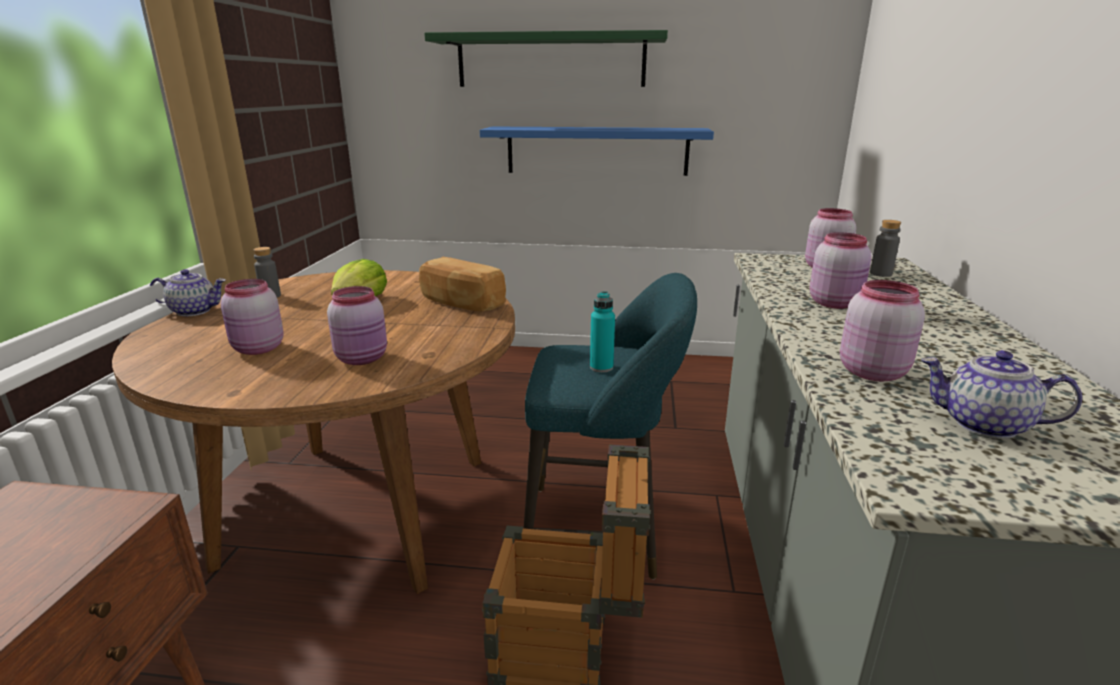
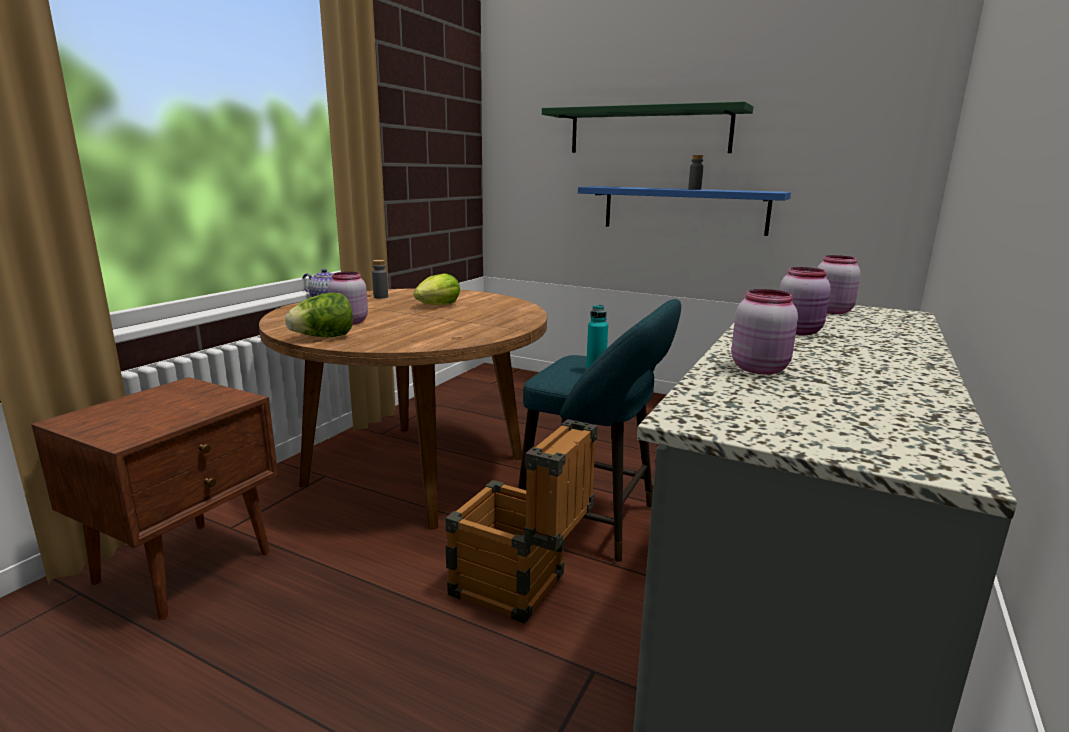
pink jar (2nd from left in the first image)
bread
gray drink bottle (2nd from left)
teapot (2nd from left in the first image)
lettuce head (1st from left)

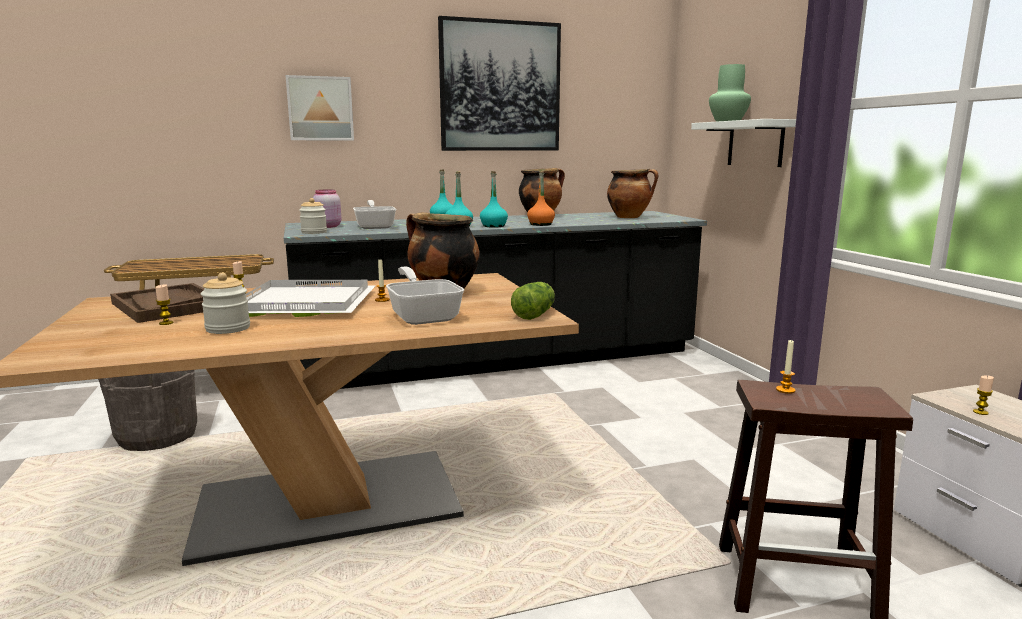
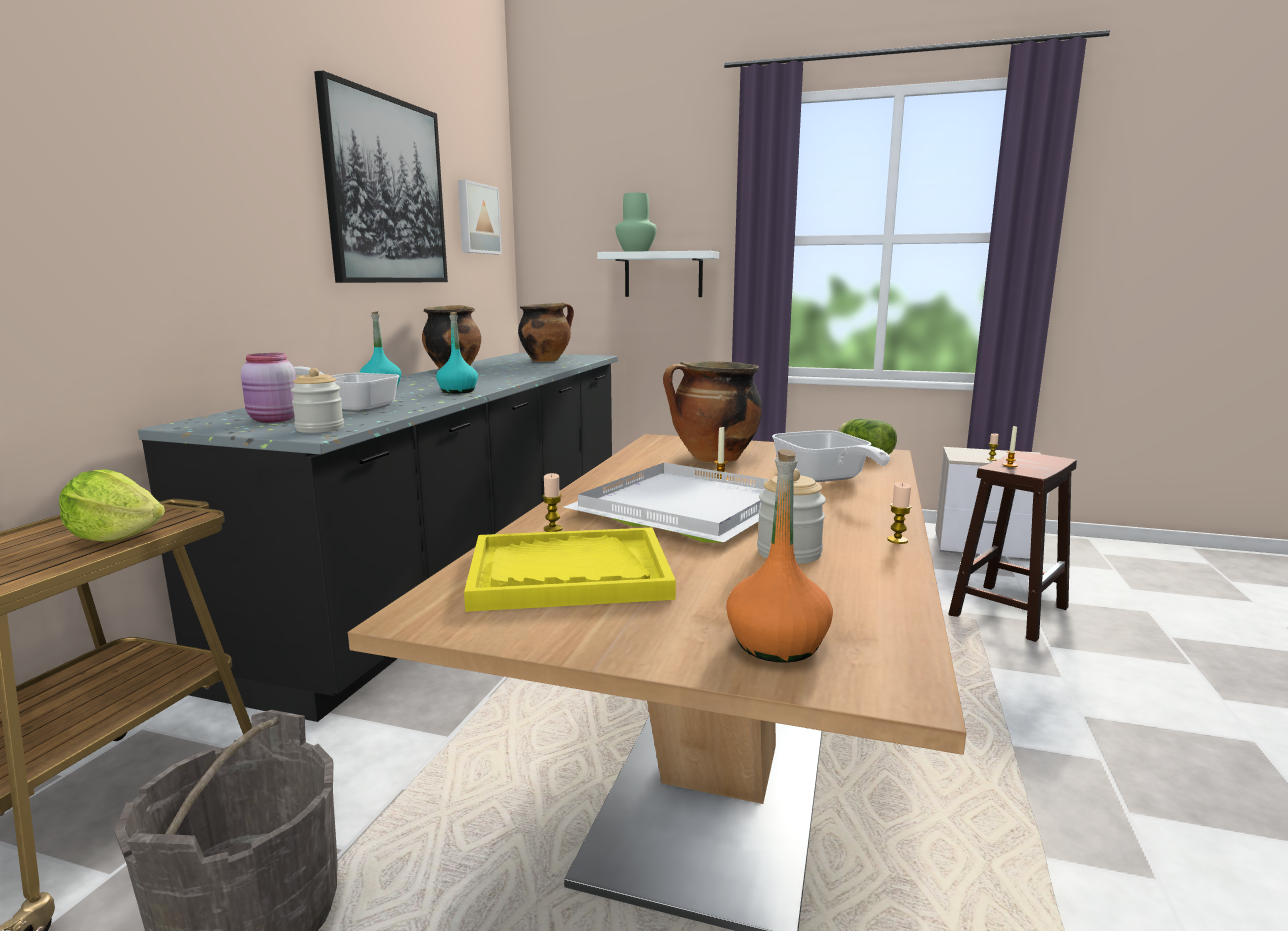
yellow tray
wax candle (3rd from left)
wall art (2nd from left)
frying pan (2nd from left)
turquoise drink bottle (3rd from left in the first image)
orange-coloured drink bottle
lettuce head (1st from left)

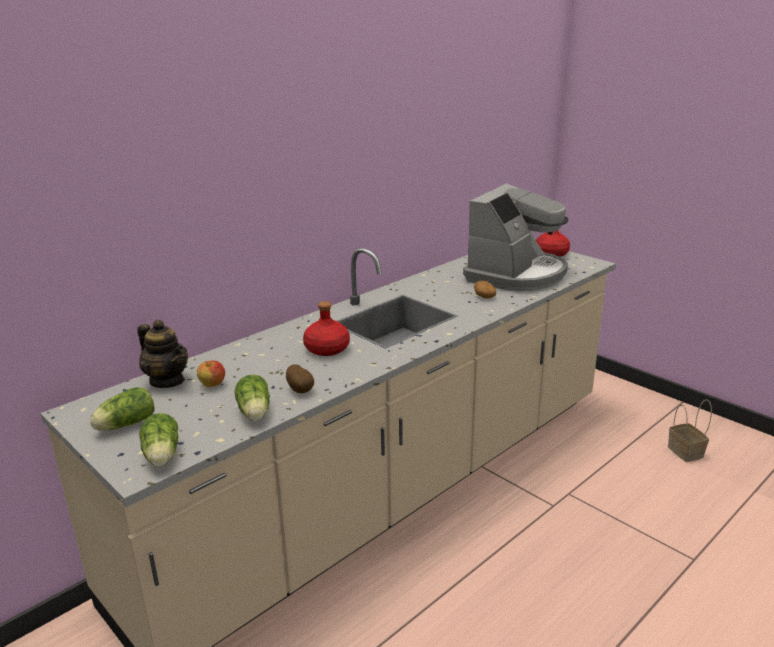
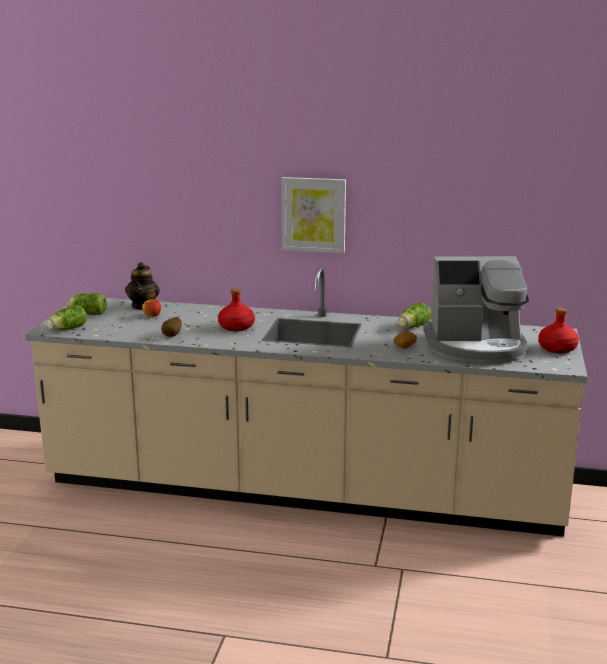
lettuce head (3rd from left)
storage basket
wall art

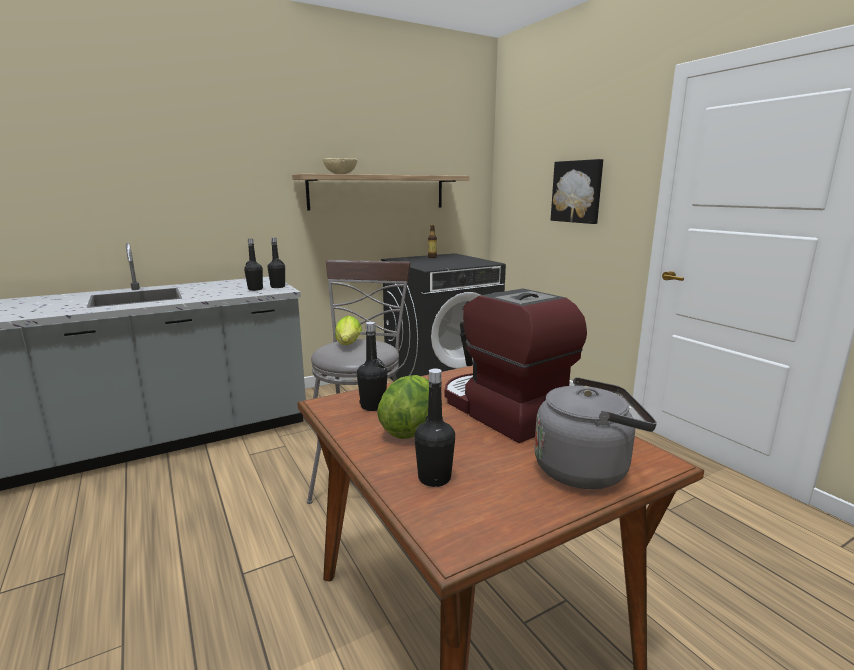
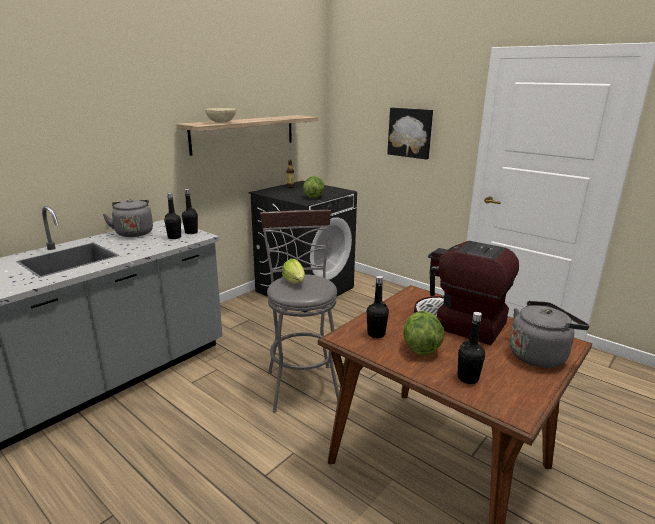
gray tea kettle (1st from left)
lettuce head (2nd from left)

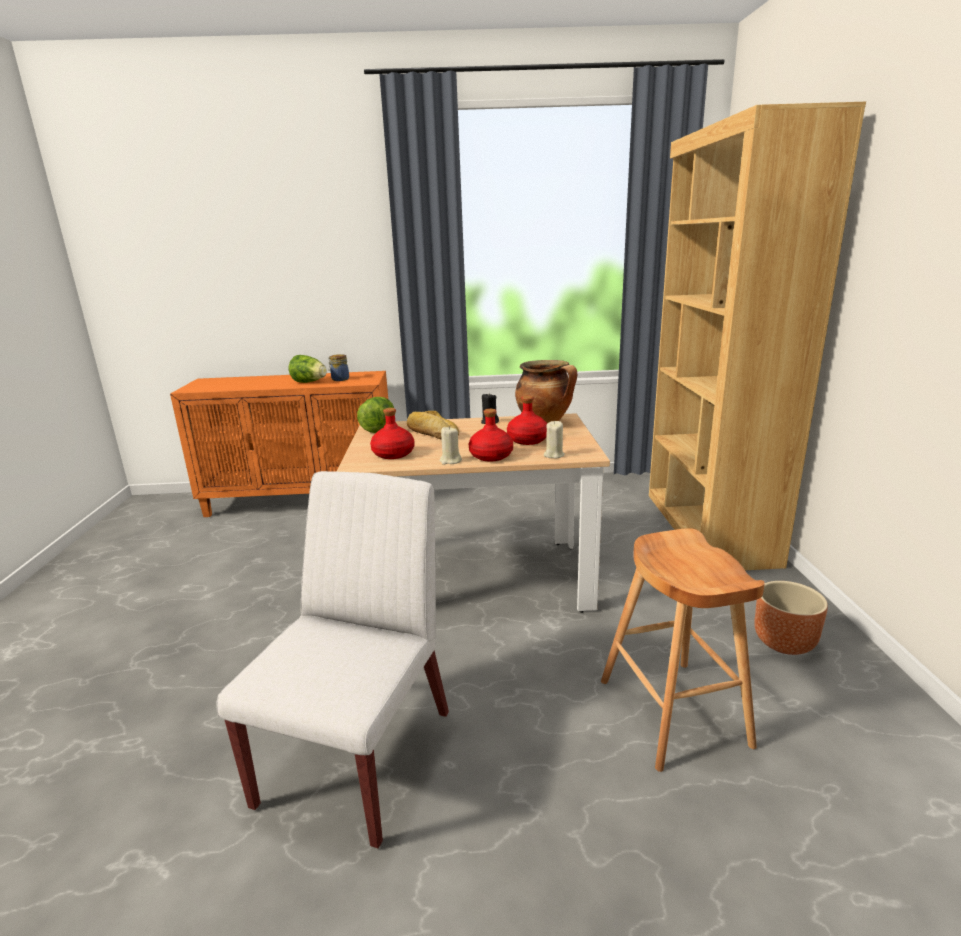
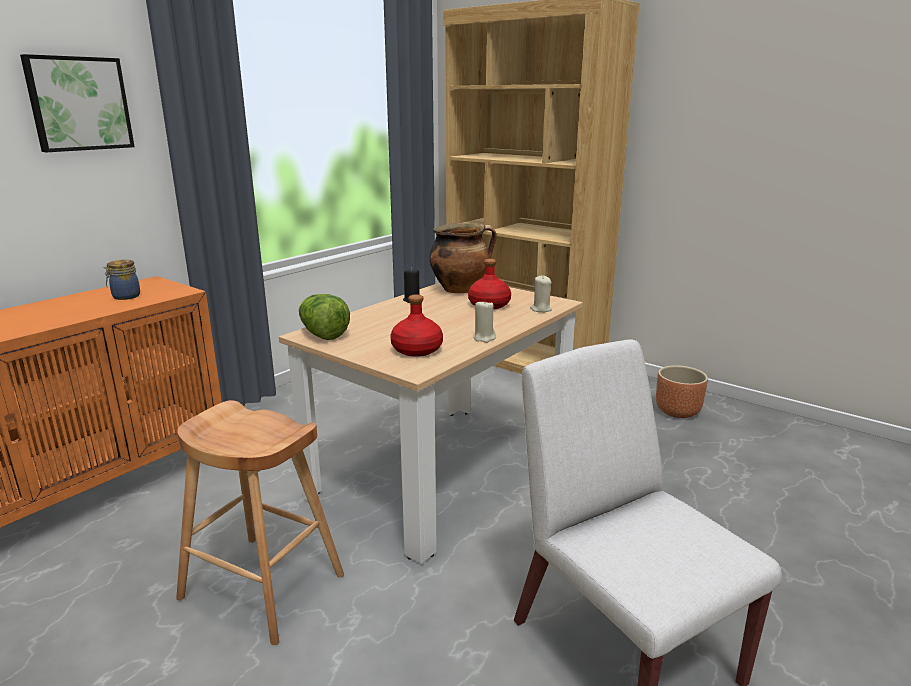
lettuce head (1st from left in the first image)
bread
reddish drink bottle (2nd from left in the first image)
brown-coloured sitting stool
wall art

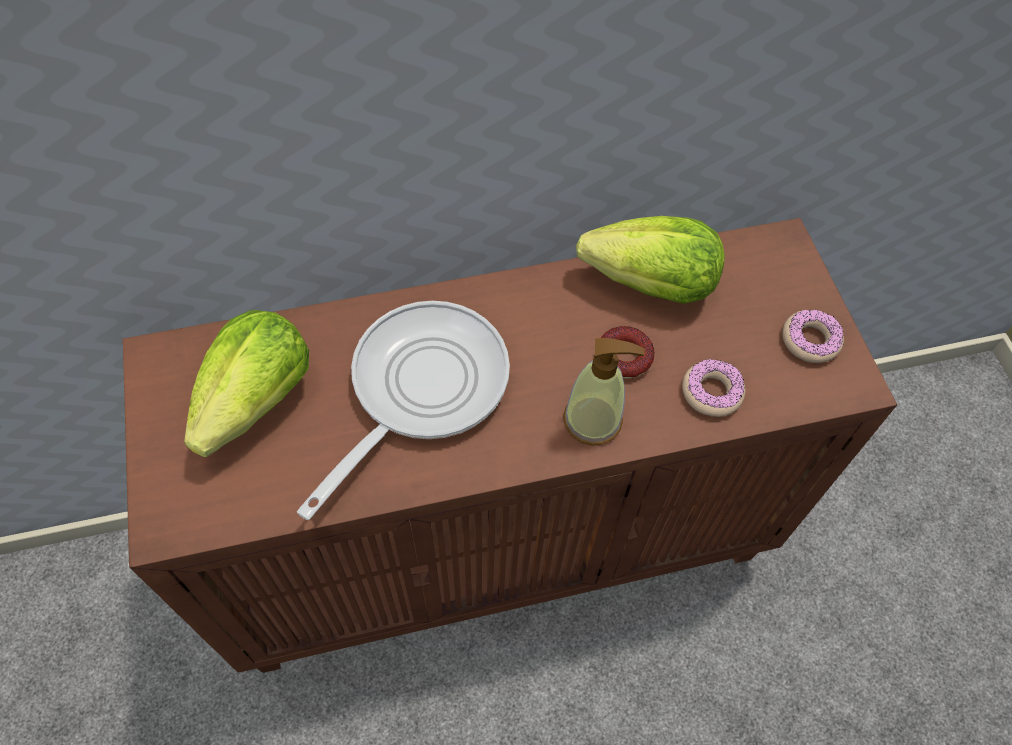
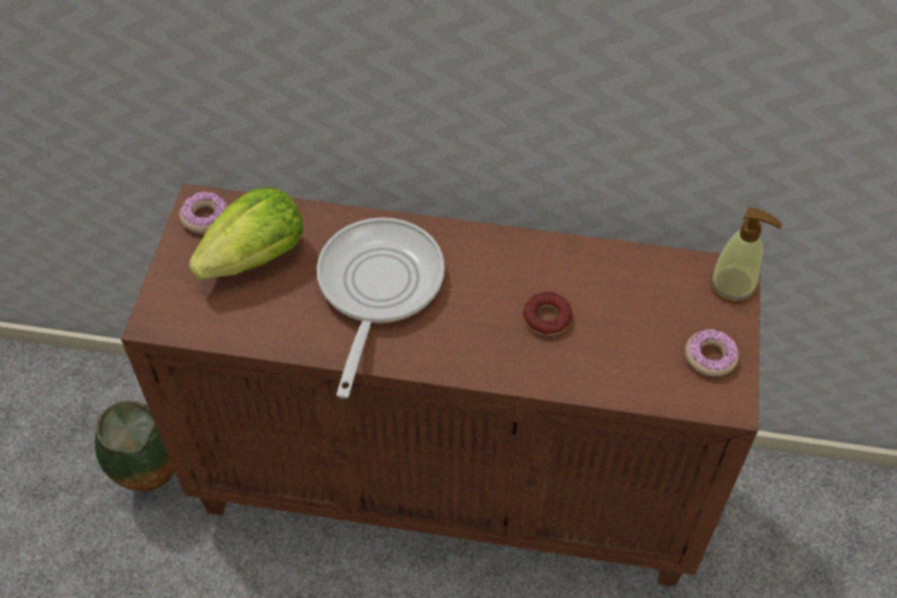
frying pan
soap dispenser
lettuce head (2nd from left in the first image)
doughnut (1st from left)
flower vase

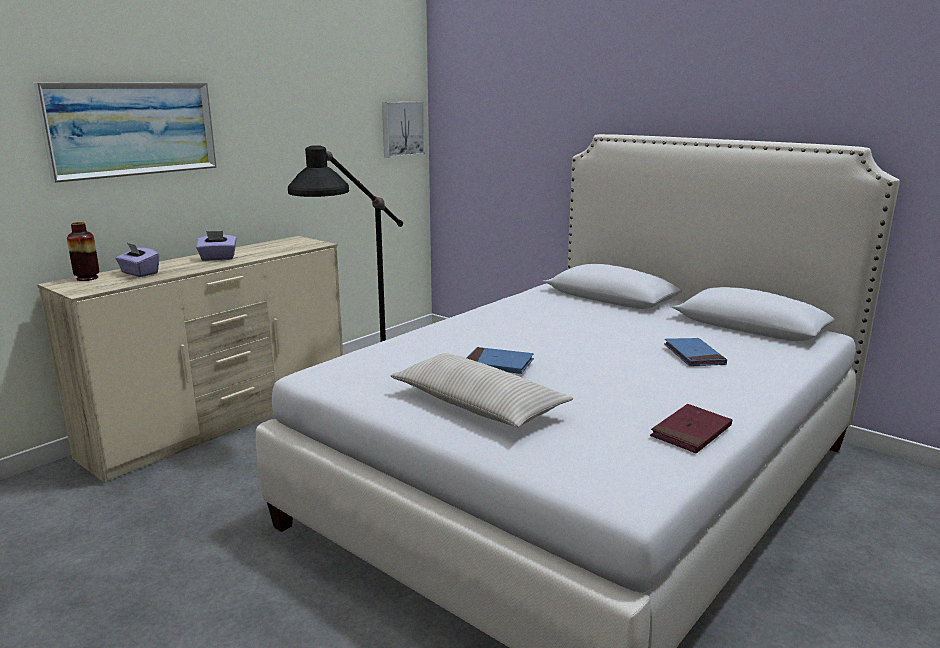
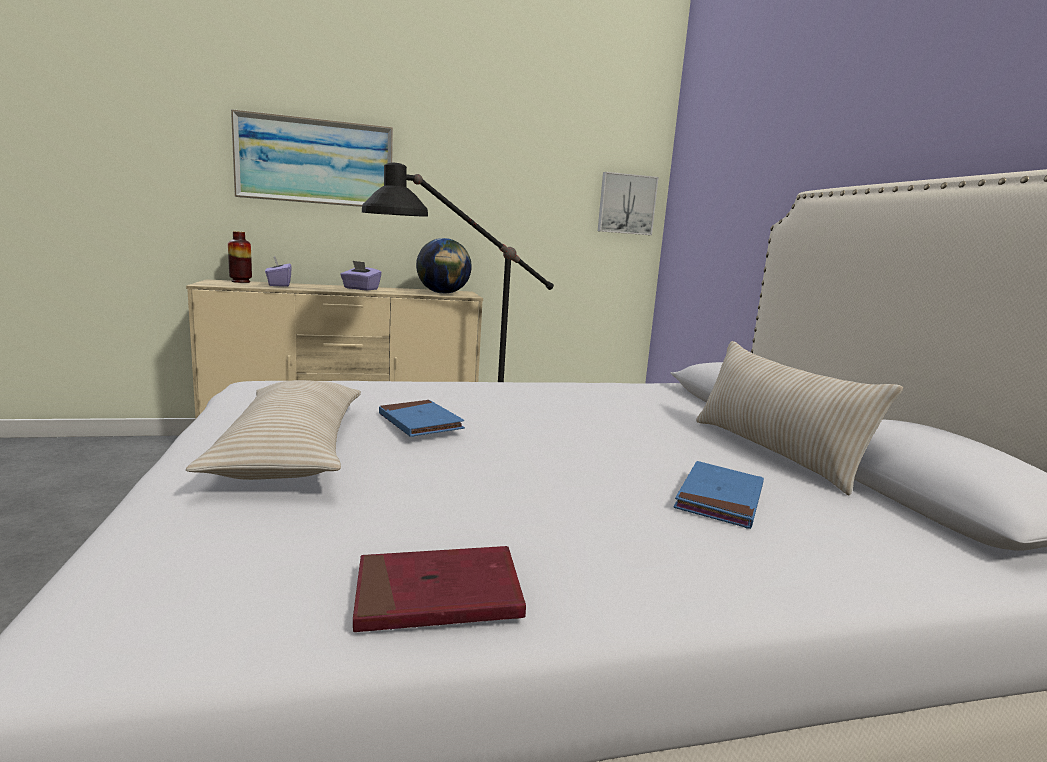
world globe
beige-coloured cushion (2nd from left)

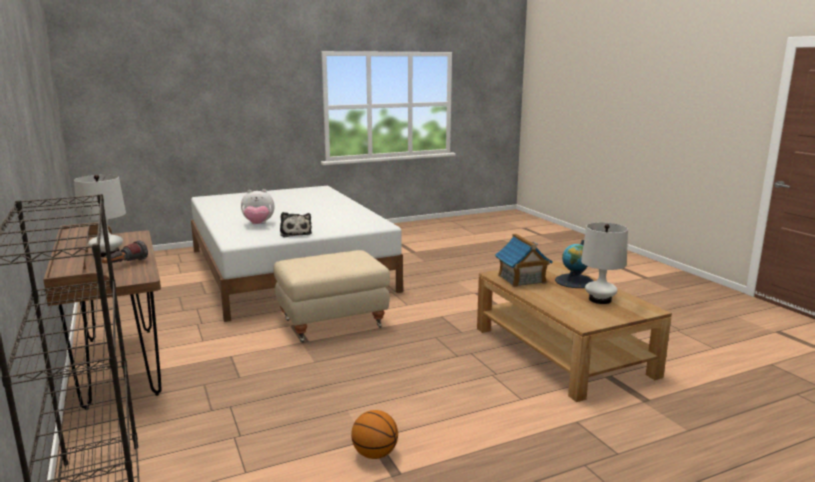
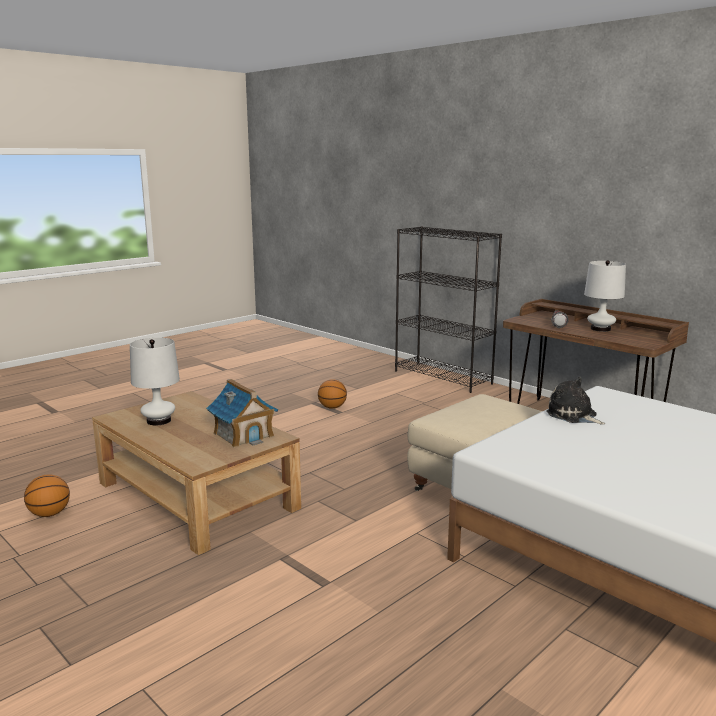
plush toy (1st from left in the first image)
world globe
ball for basketball (1st from left)

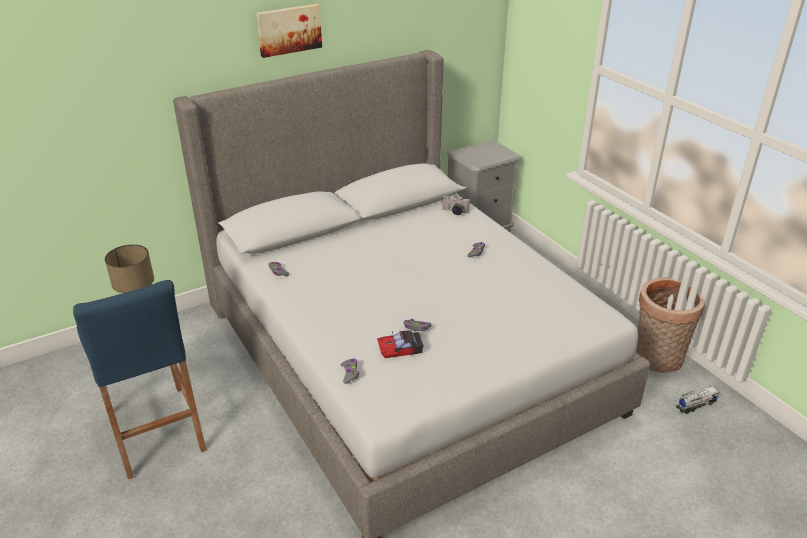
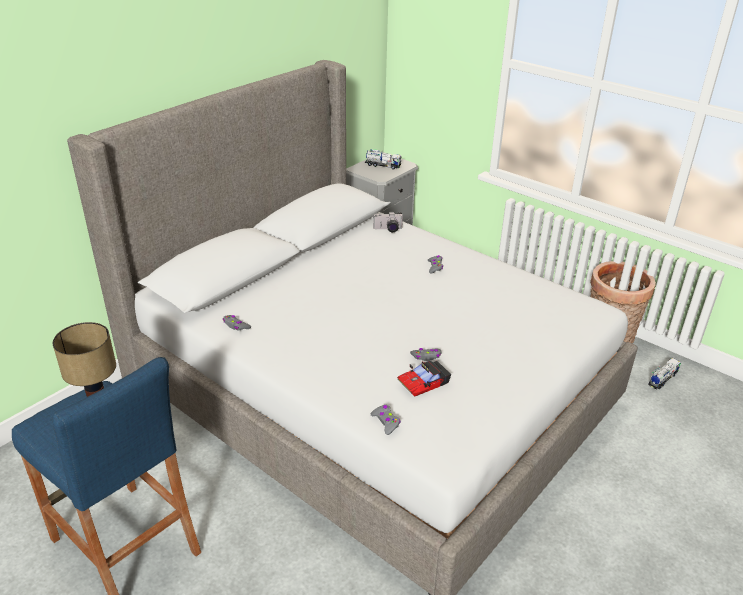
wall art
model truck (1st from left)

